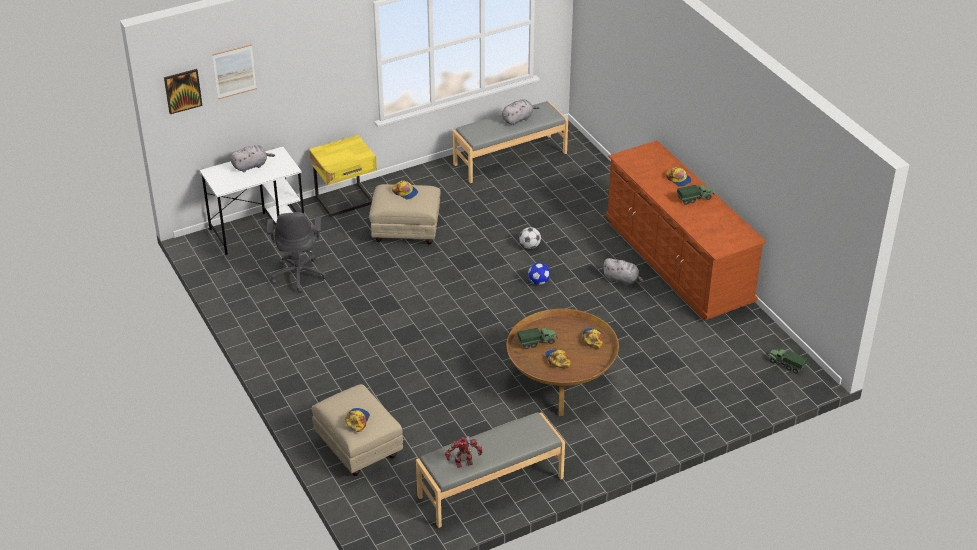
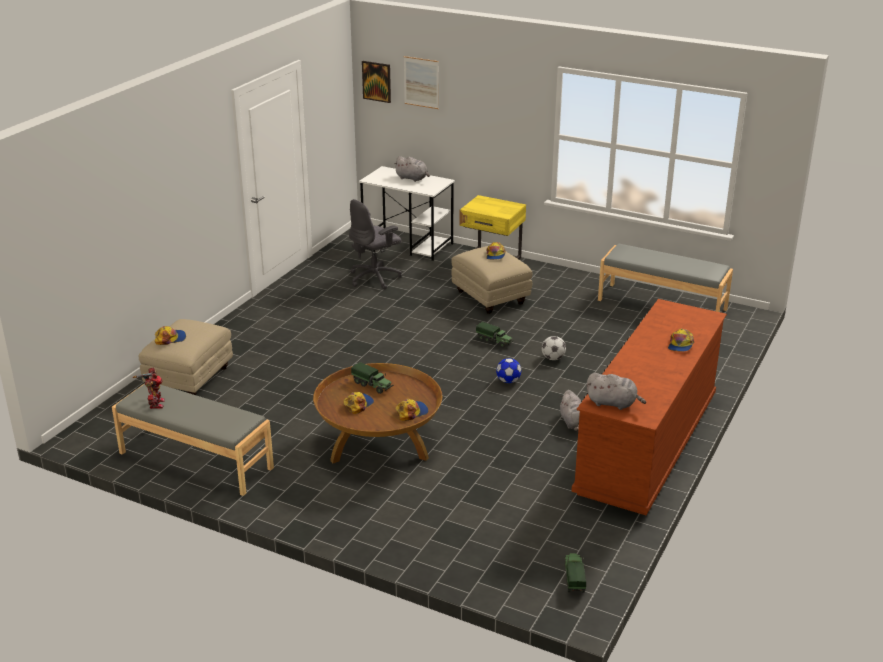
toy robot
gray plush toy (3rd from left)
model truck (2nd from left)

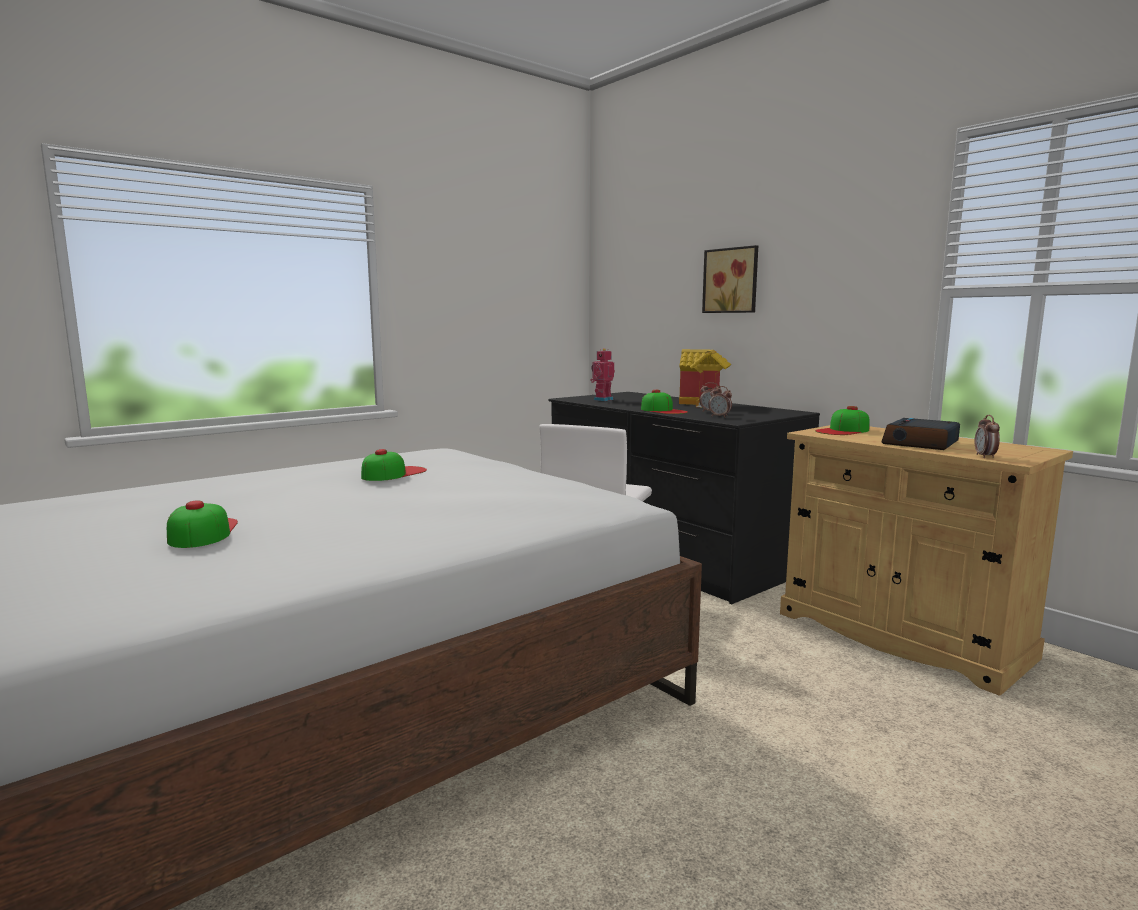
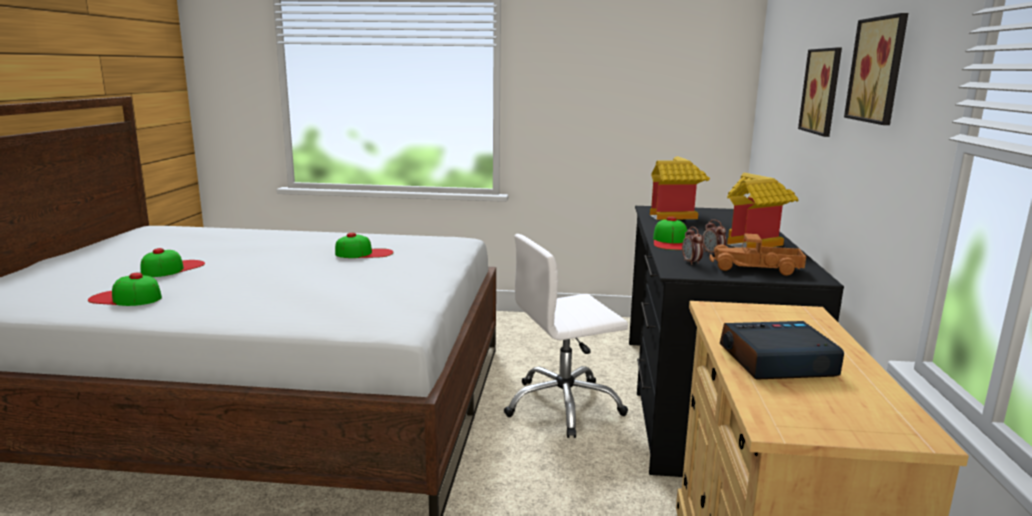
toy house (1st from left)
peaked cap (1st from left)
alarm clock (4th from left in the first image)
model truck
wall art (2nd from left)

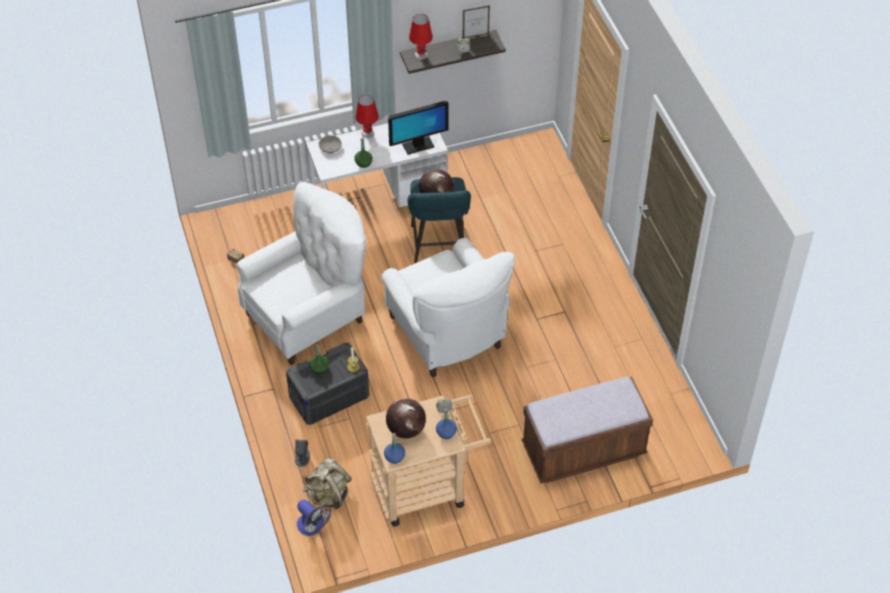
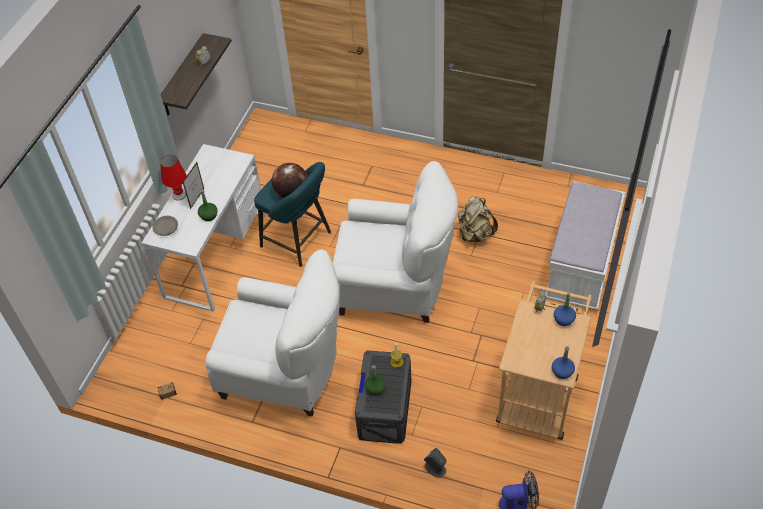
white easy chair (1st from left)
beige-coloured rucksack
world globe (1st from left in the first image)
computer screen
reddish table lamp (2nd from left in the first image)
picture frame
white indoor bench

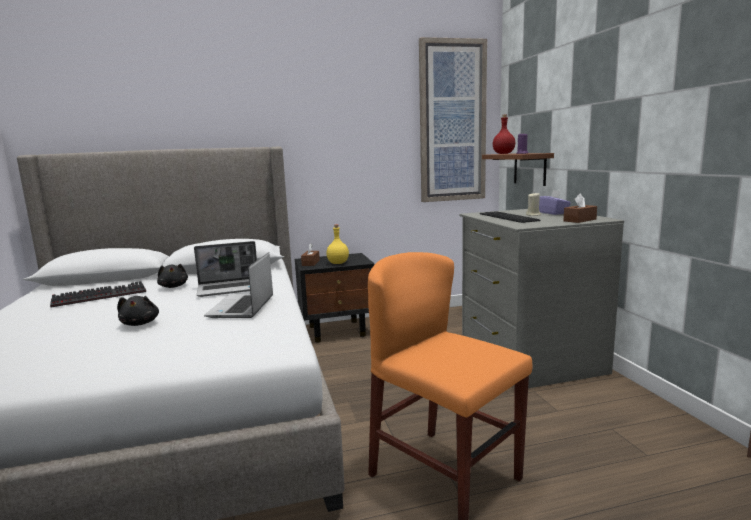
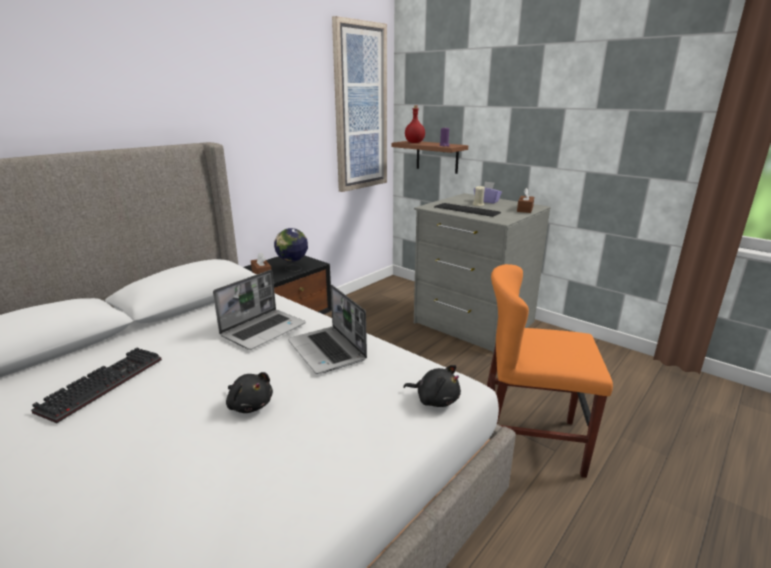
black plush toy (2nd from left)
world globe

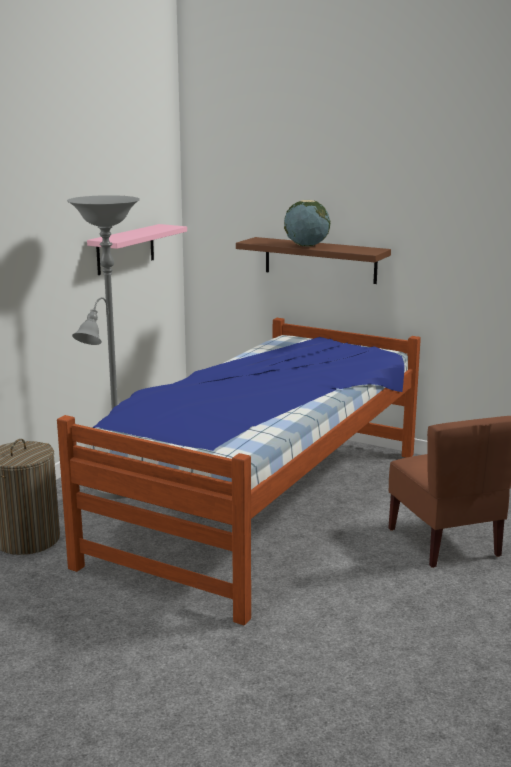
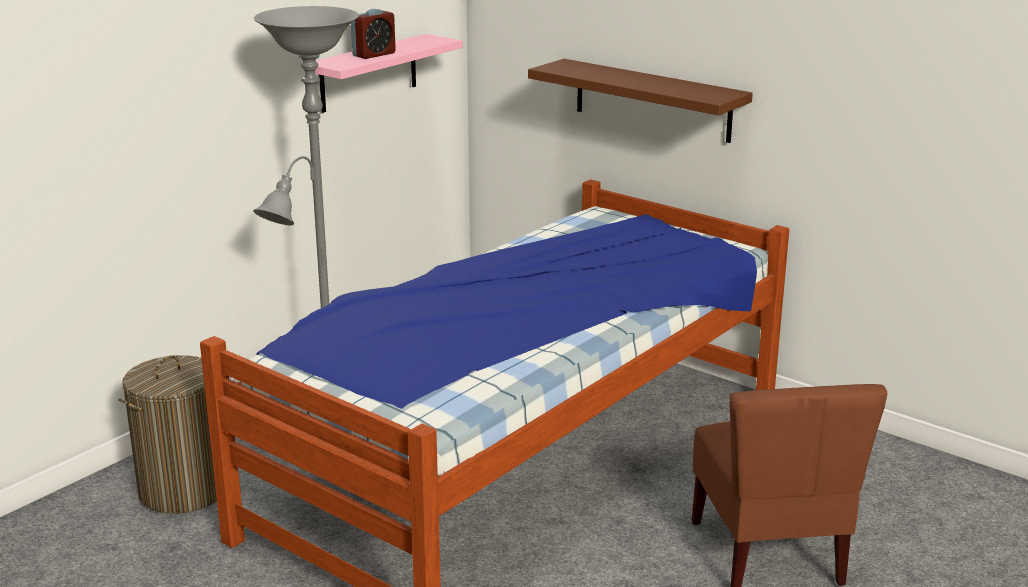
world globe
alarm clock

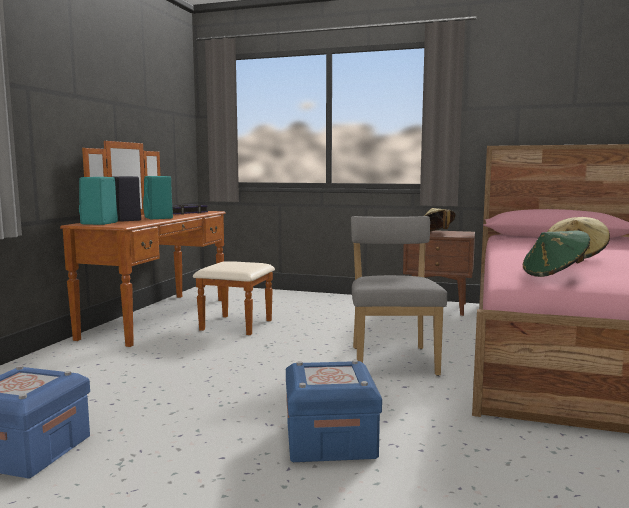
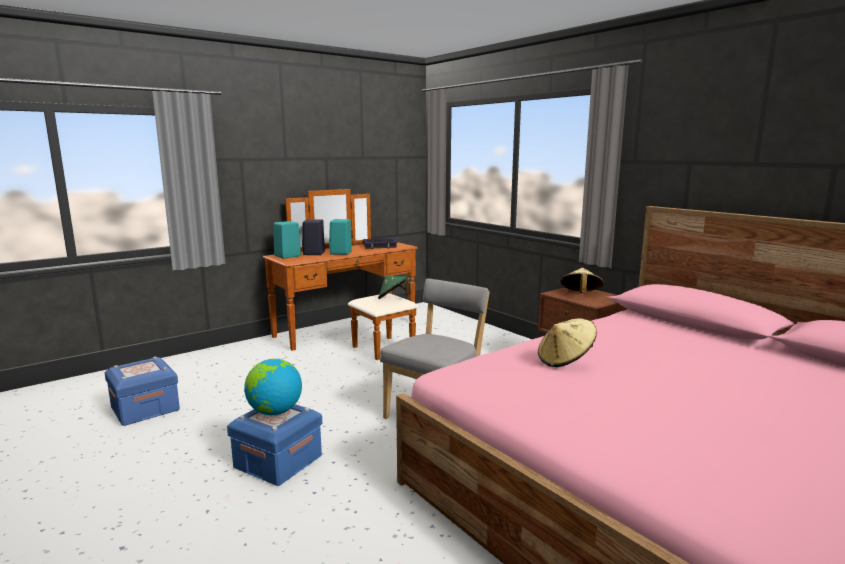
green-coloured hat
world globe

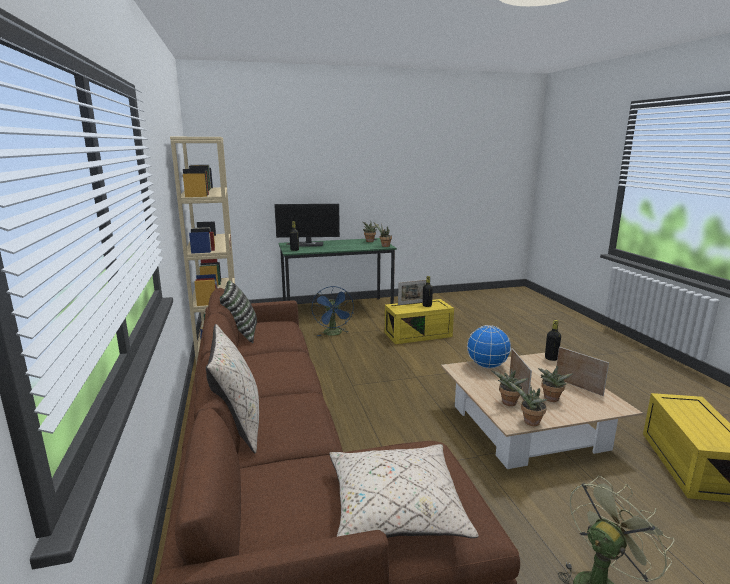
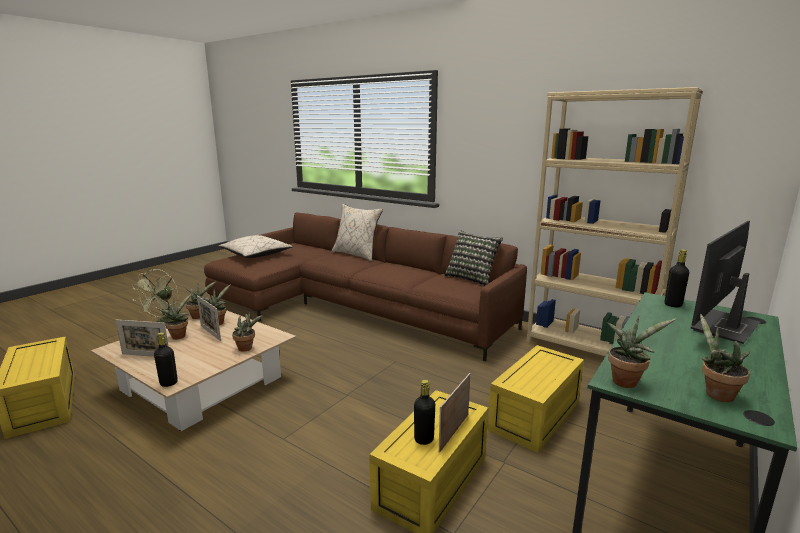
yellow storage bin (3rd from left)
plant in a pot (4th from left)

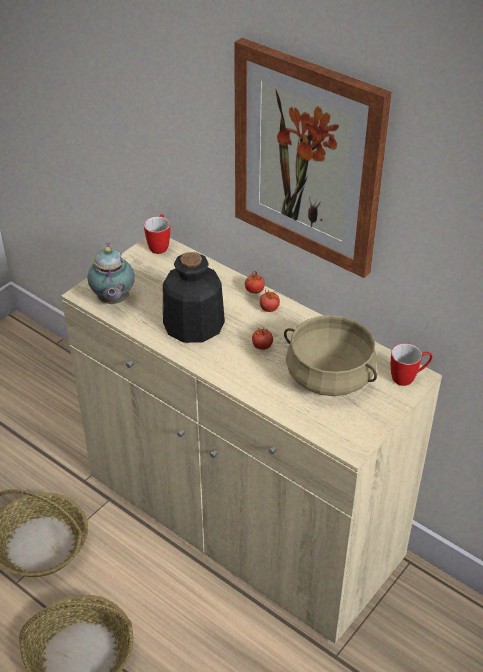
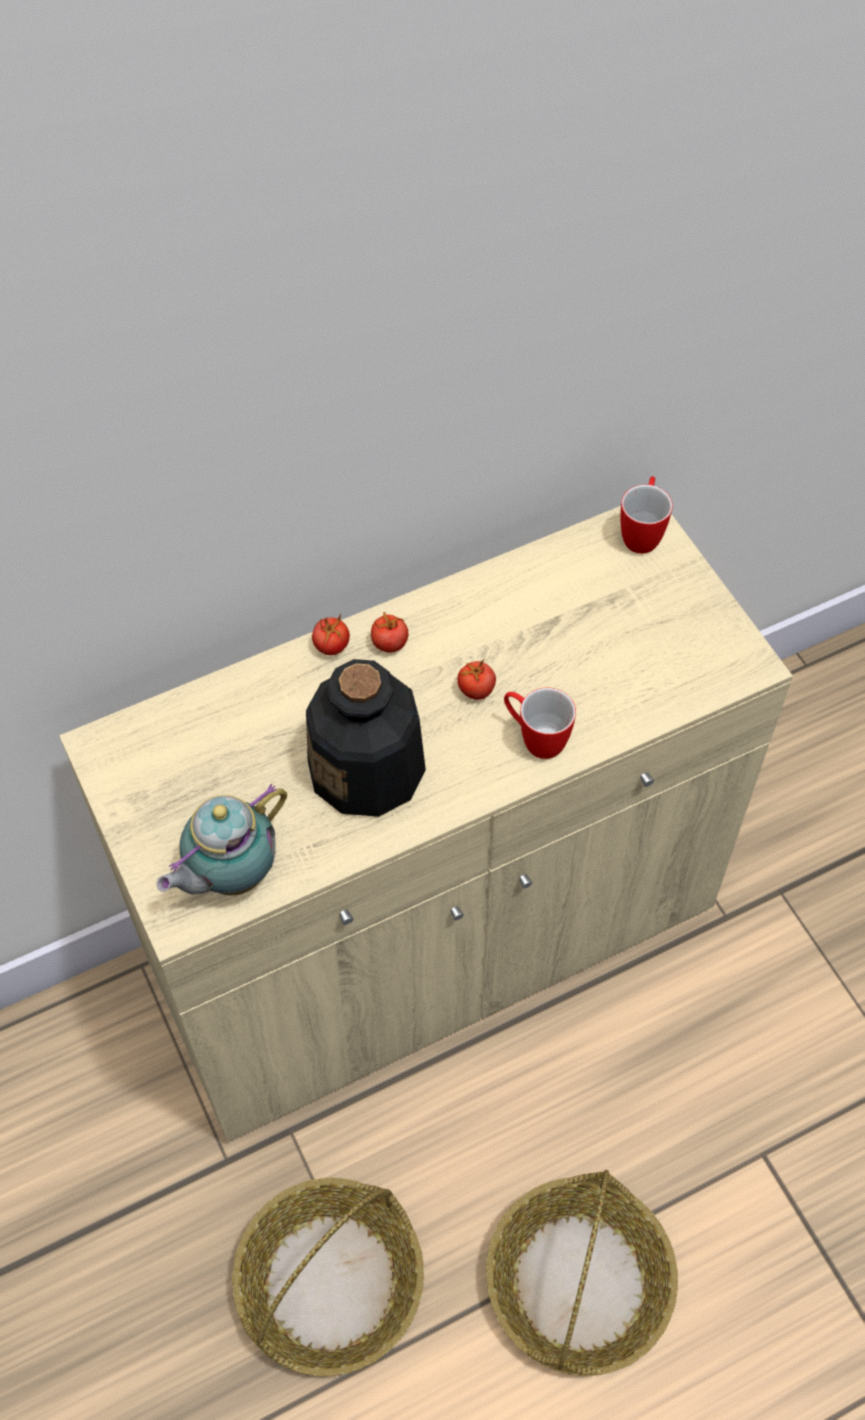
teapot
mug (1st from left)
wall art
beige-coloured saucepot

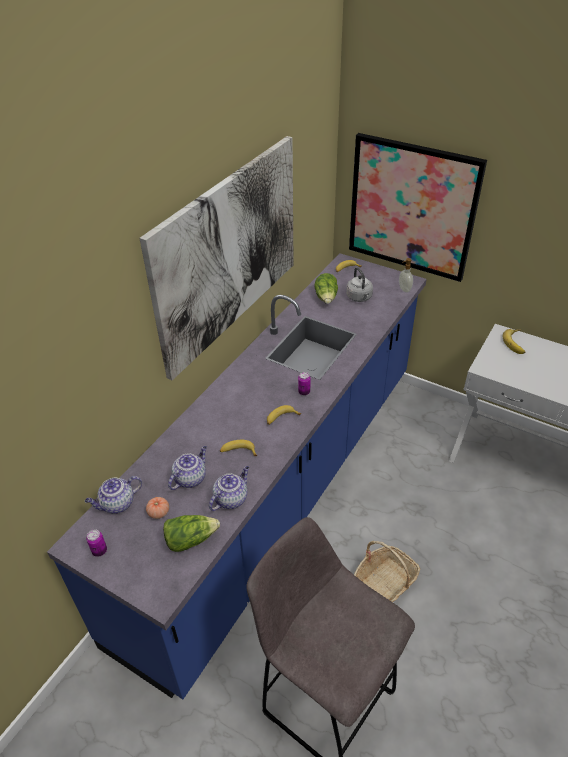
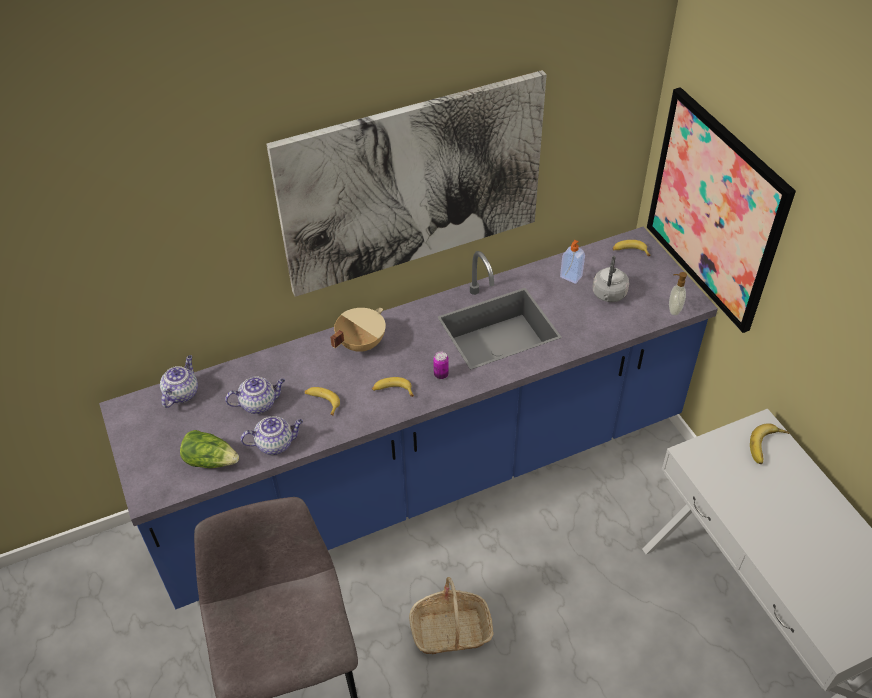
teapot (1st from left)
can (1st from left in the first image)
fresh tomato
soap dispenser (1st from left)
beige-coloured saucepot

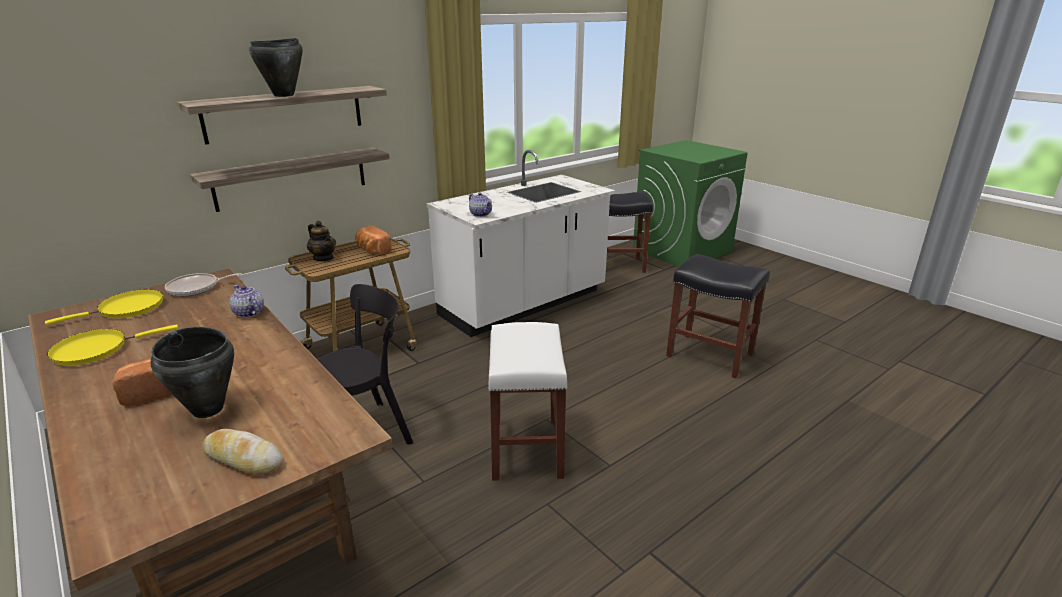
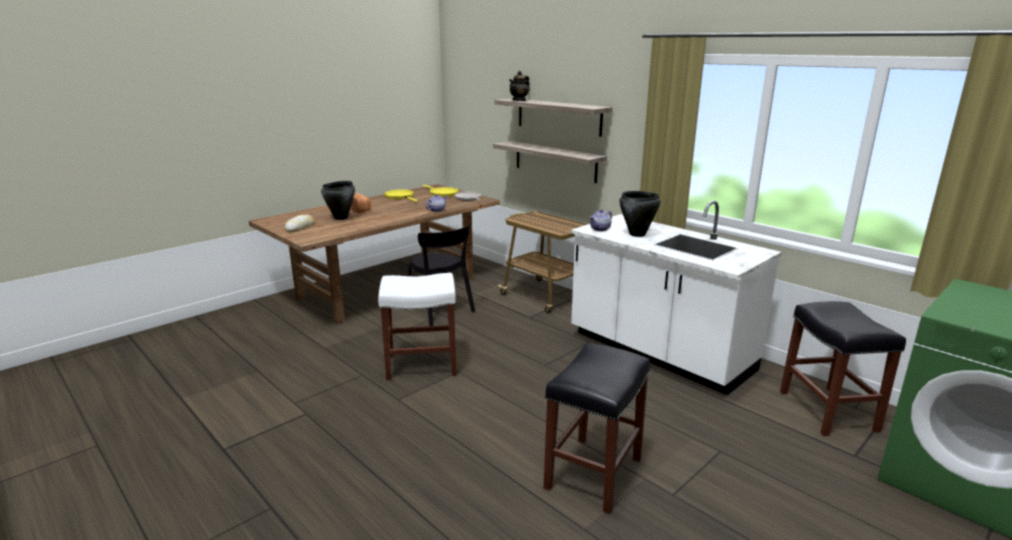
black saucepot (2nd from left)
teapot (2nd from left)
bread (3rd from left in the first image)

